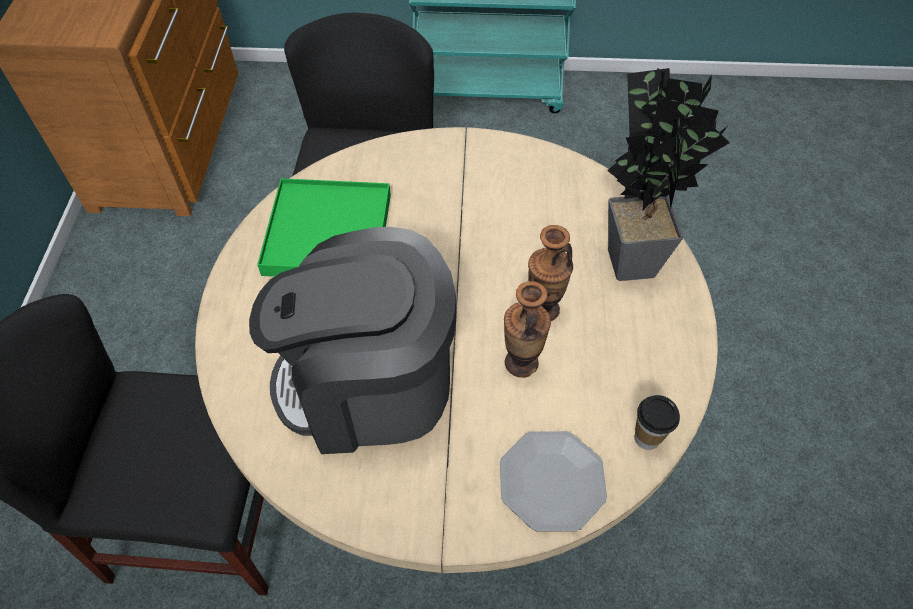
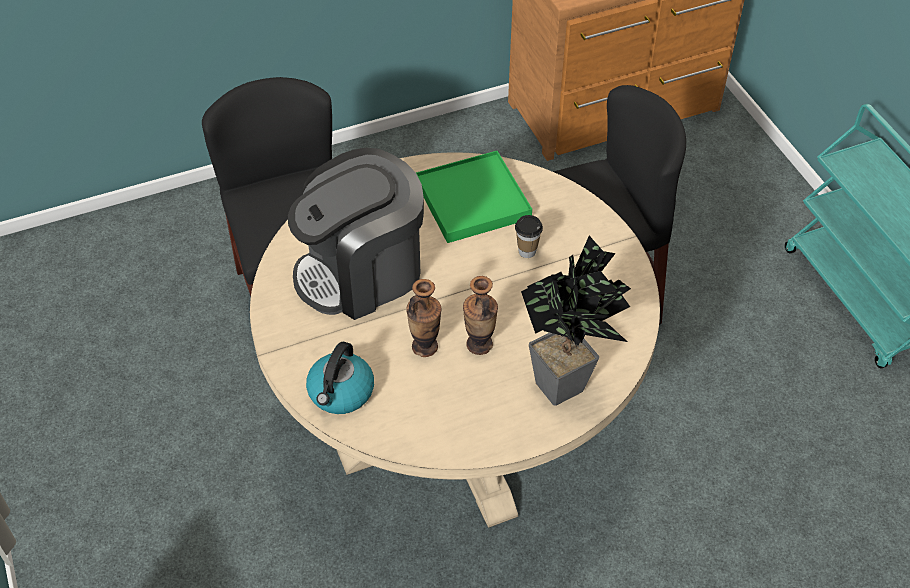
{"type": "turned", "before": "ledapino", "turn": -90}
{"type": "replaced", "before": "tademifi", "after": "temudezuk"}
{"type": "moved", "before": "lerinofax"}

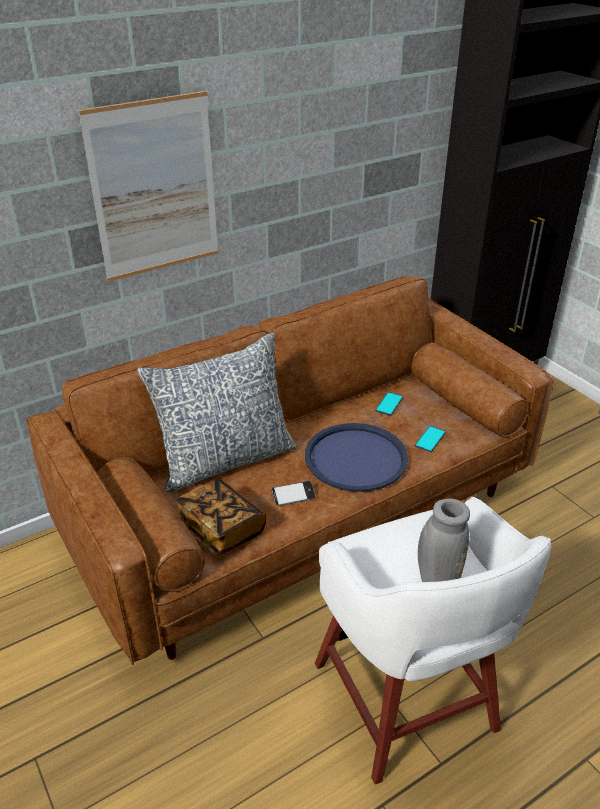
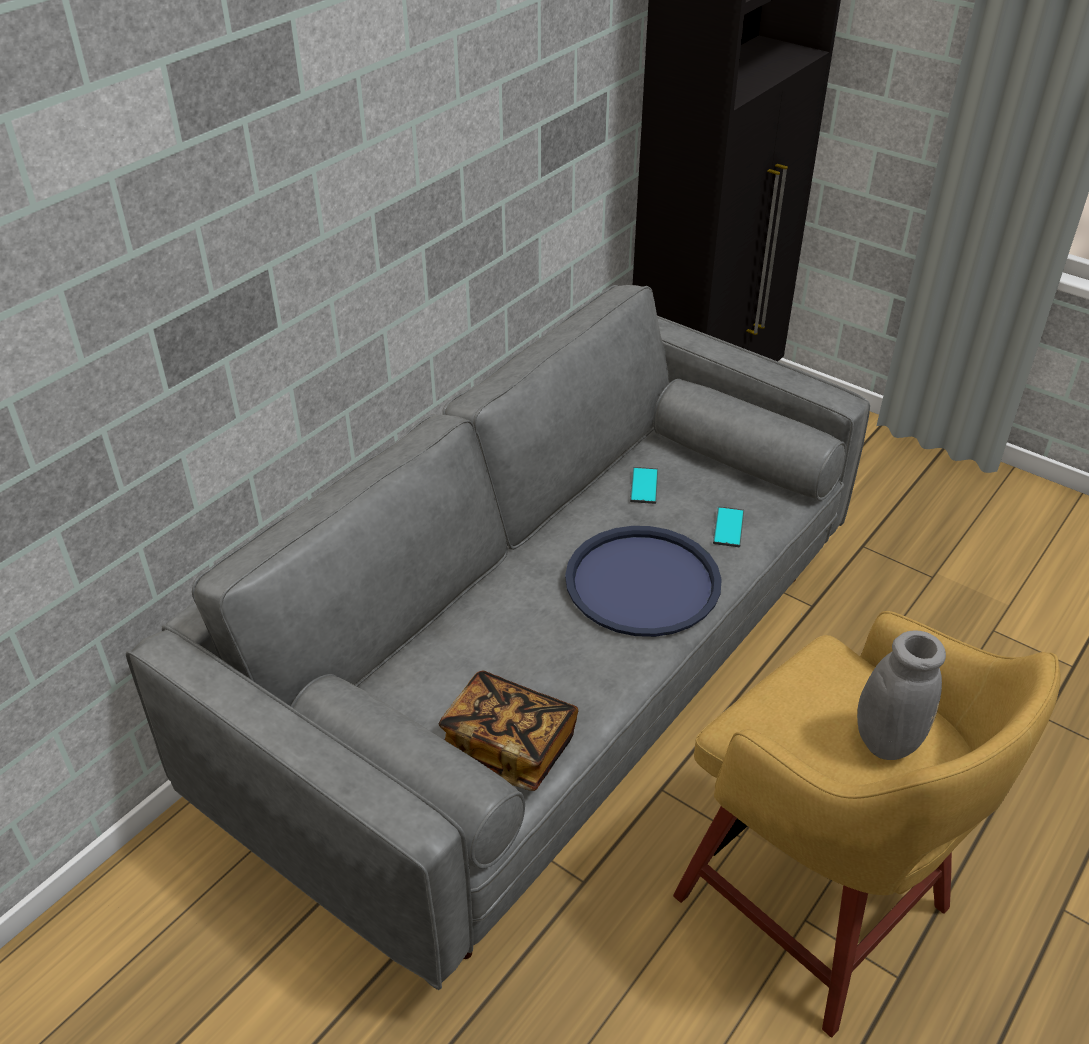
{"type": "recoloured", "before": "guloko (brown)", "after": "guloko (grey)"}
{"type": "recoloured", "before": "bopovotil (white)", "after": "bopovotil (yellow)"}
{"type": "removed", "before": "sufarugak"}
{"type": "removed", "before": "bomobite"}
{"type": "removed", "before": "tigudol (1st from left)"}

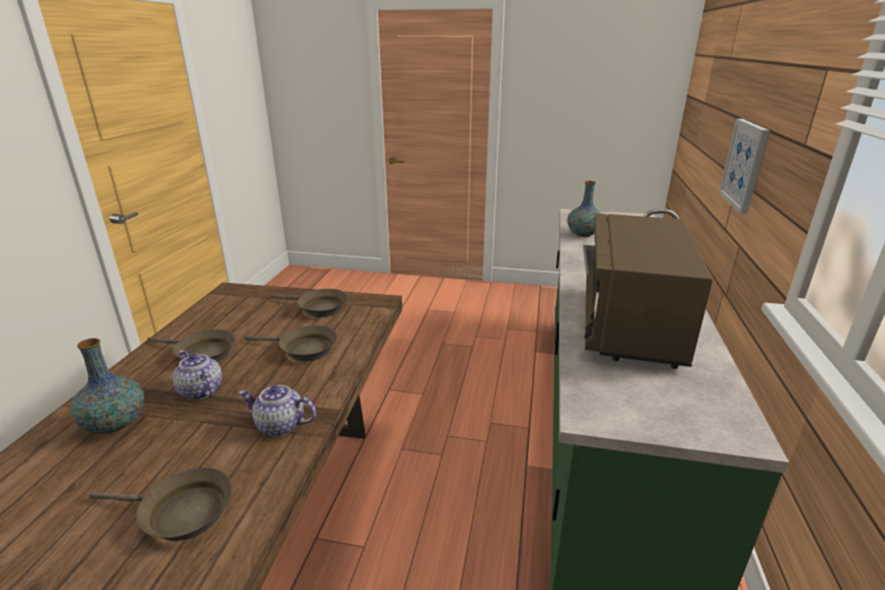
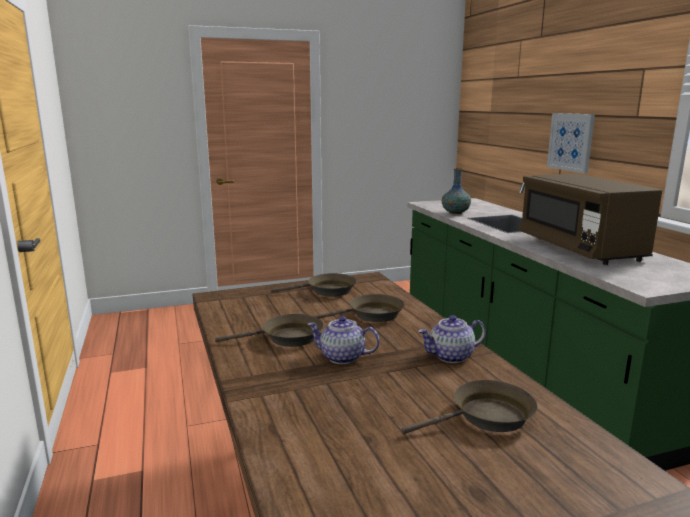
{"type": "removed", "before": "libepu (1st from left)"}

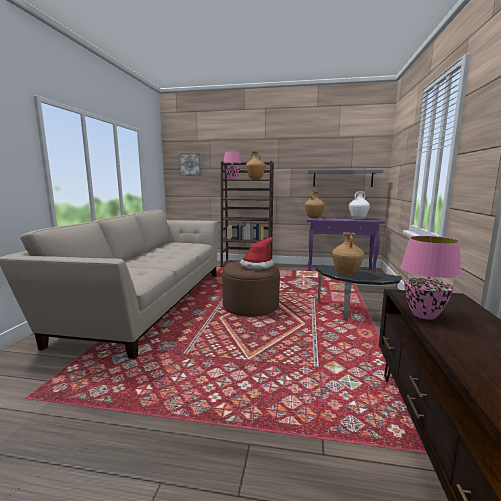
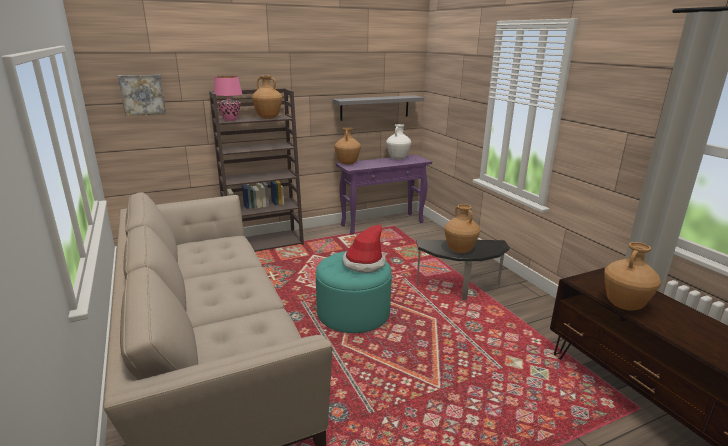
{"type": "recoloured", "before": "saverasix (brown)", "after": "saverasix (turquoise)"}
{"type": "replaced", "before": "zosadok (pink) (2nd from left)", "after": "libepu (brown) (4th from left)"}

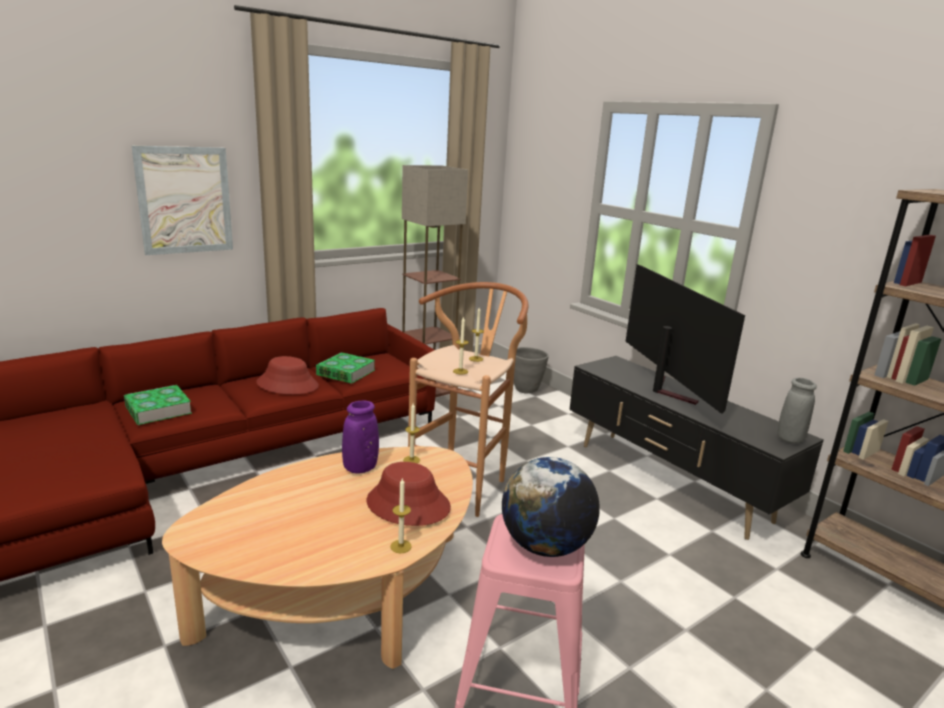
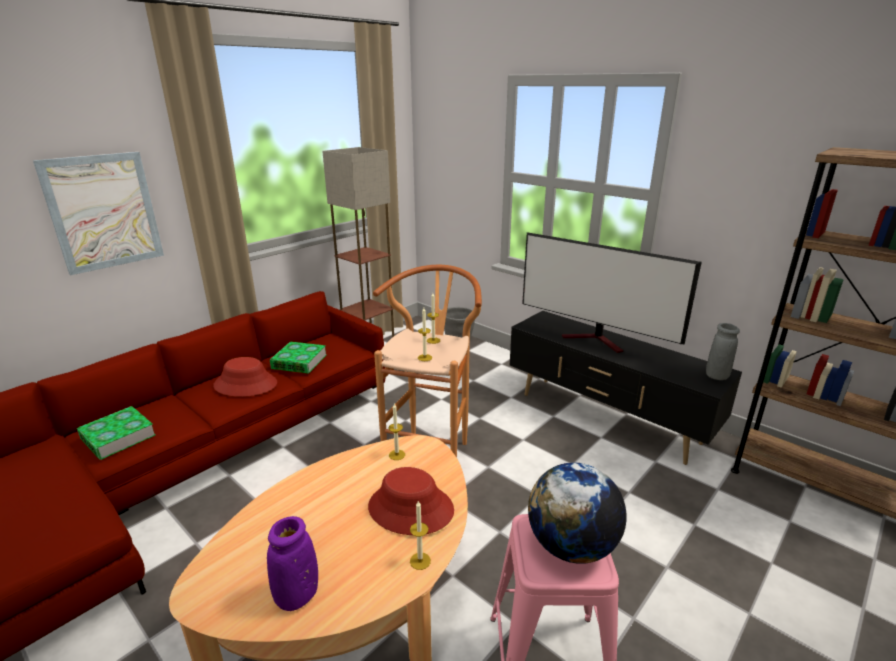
{"type": "moved", "before": "libepu (purple)"}
{"type": "turned", "before": "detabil", "turn": 150}

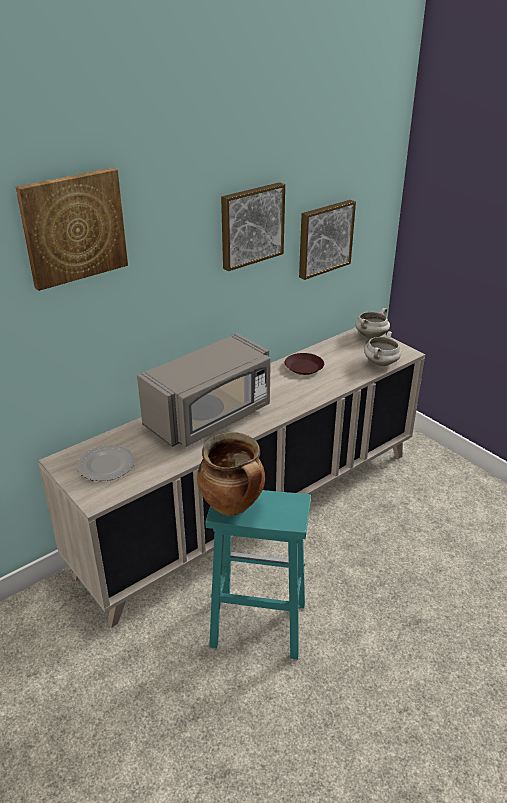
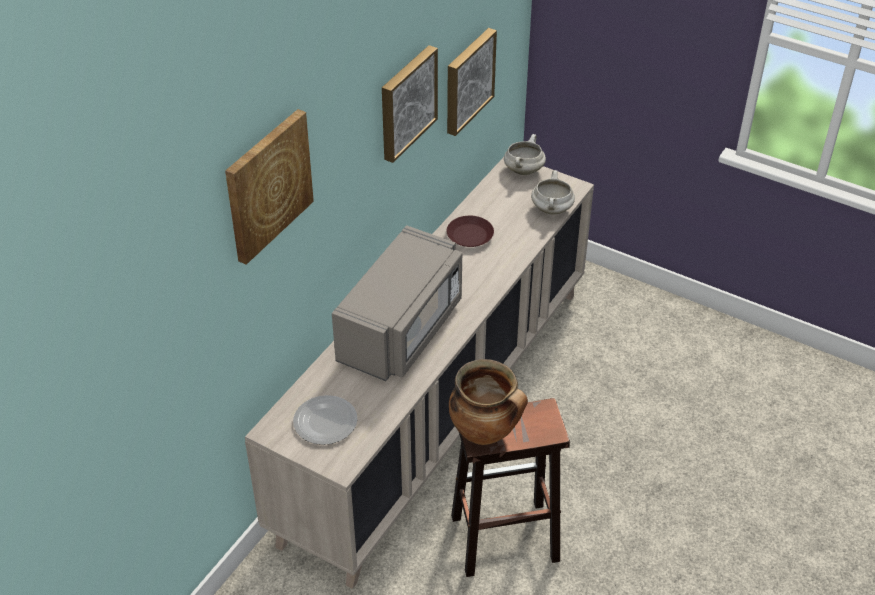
{"type": "recoloured", "before": "bopovotil (turquoise)", "after": "bopovotil (brown)"}

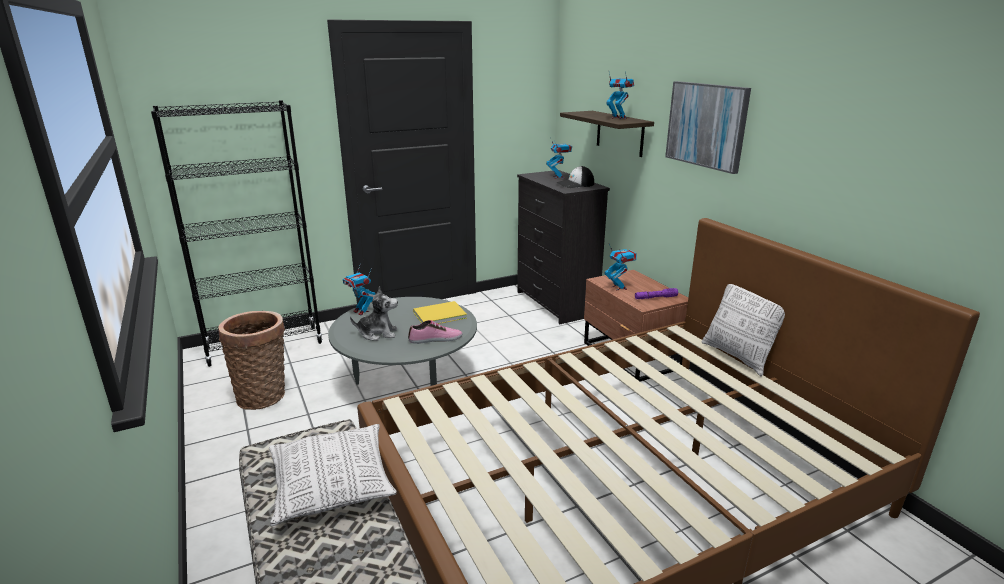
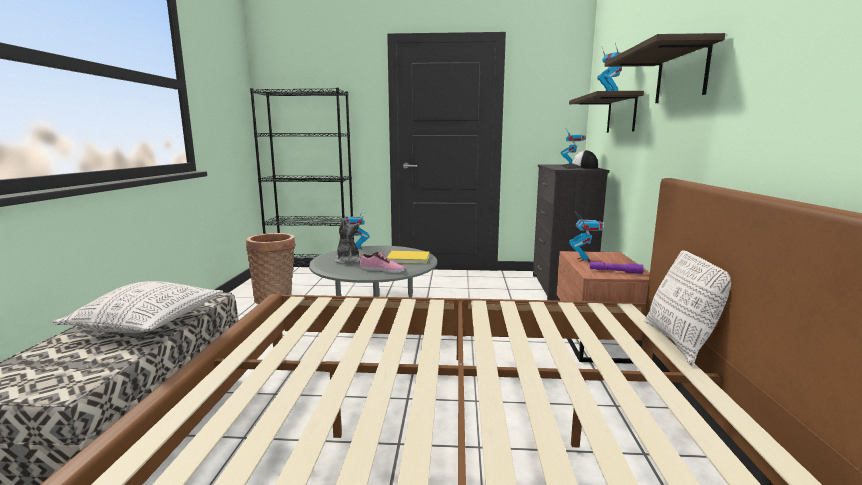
{"type": "turned", "before": "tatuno", "turn": -135}
{"type": "replaced", "before": "sufarugak", "after": "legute (2nd from left)"}

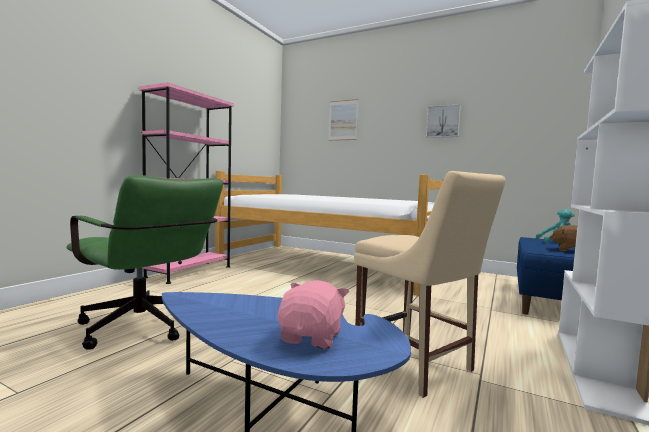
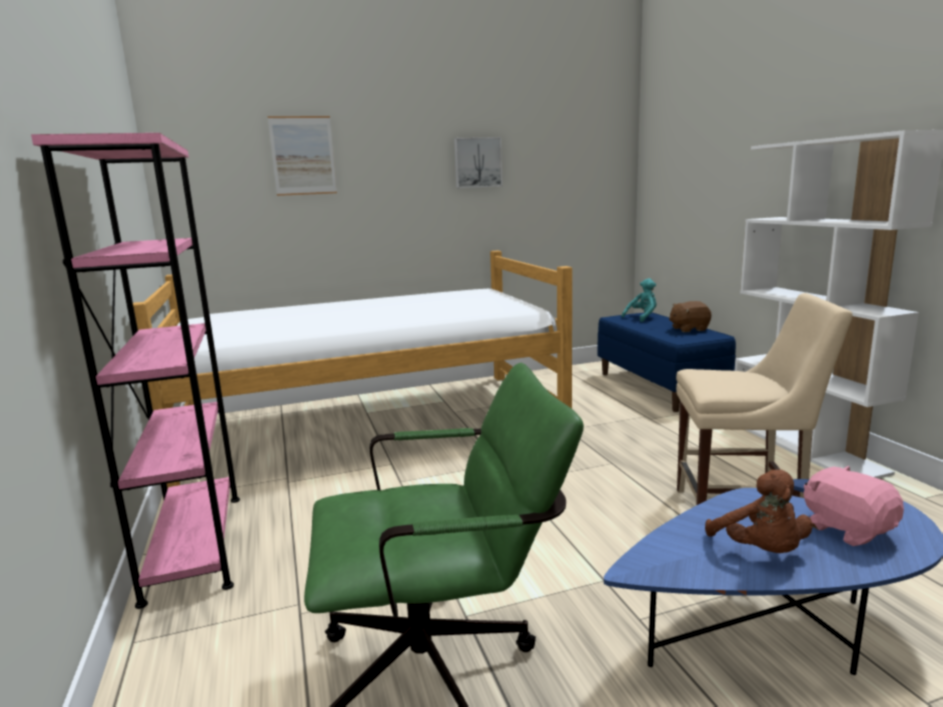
{"type": "added", "after": "tatuno (brown) (2nd from left)"}

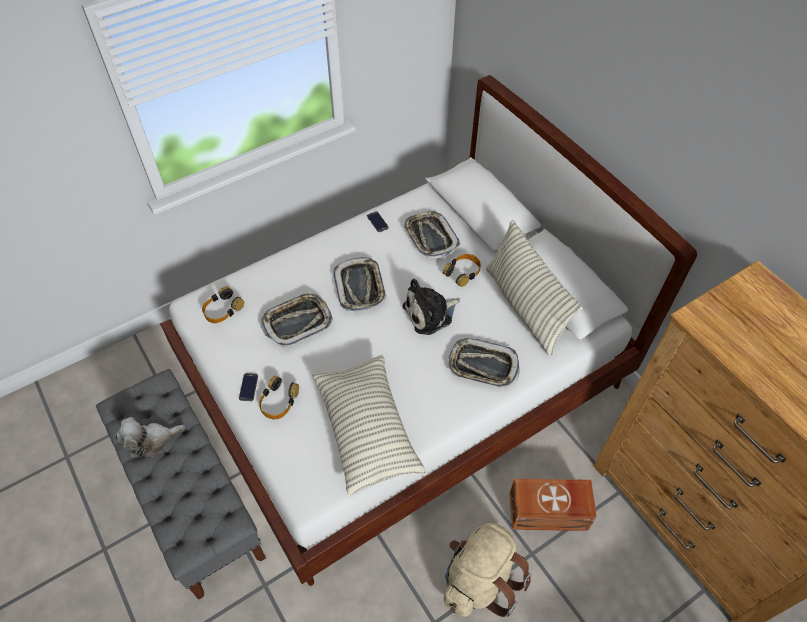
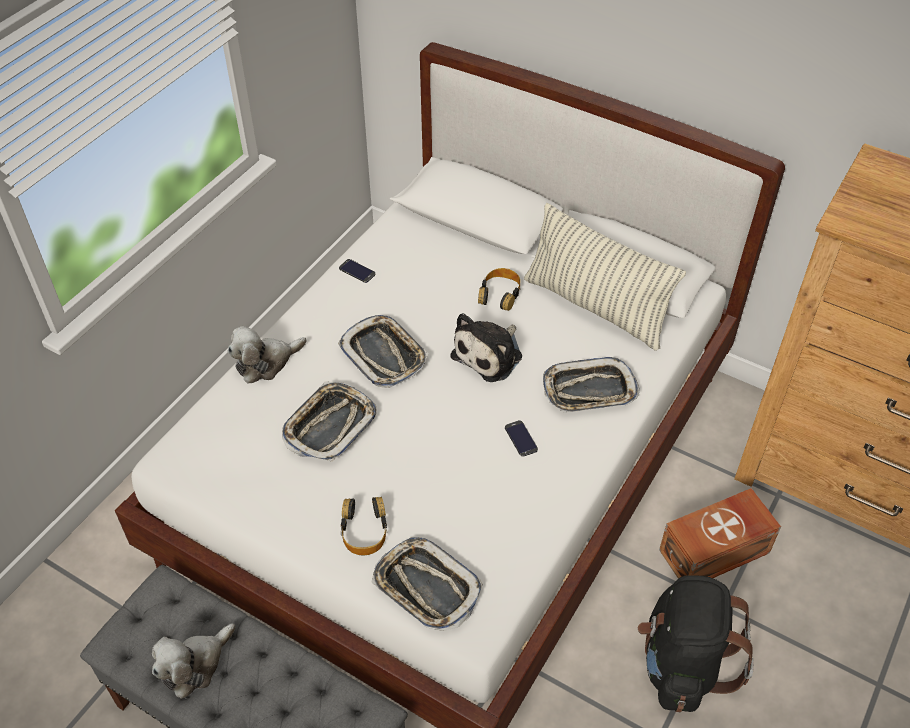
{"type": "added", "after": "tatuno (2nd from left)"}
{"type": "moved", "before": "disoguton (3rd from left)"}
{"type": "moved", "before": "tigudol (1st from left in the first image)", "after": "tigudol (2nd from left)"}
{"type": "recoloured", "before": "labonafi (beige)", "after": "labonafi (black)"}
{"type": "removed", "before": "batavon (1st from left)"}
{"type": "removed", "before": "bomobite (1st from left)"}

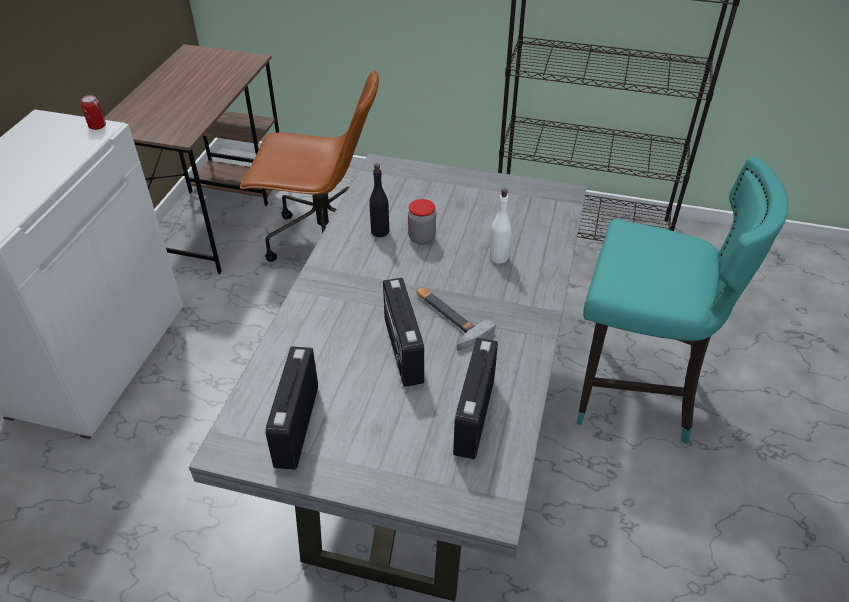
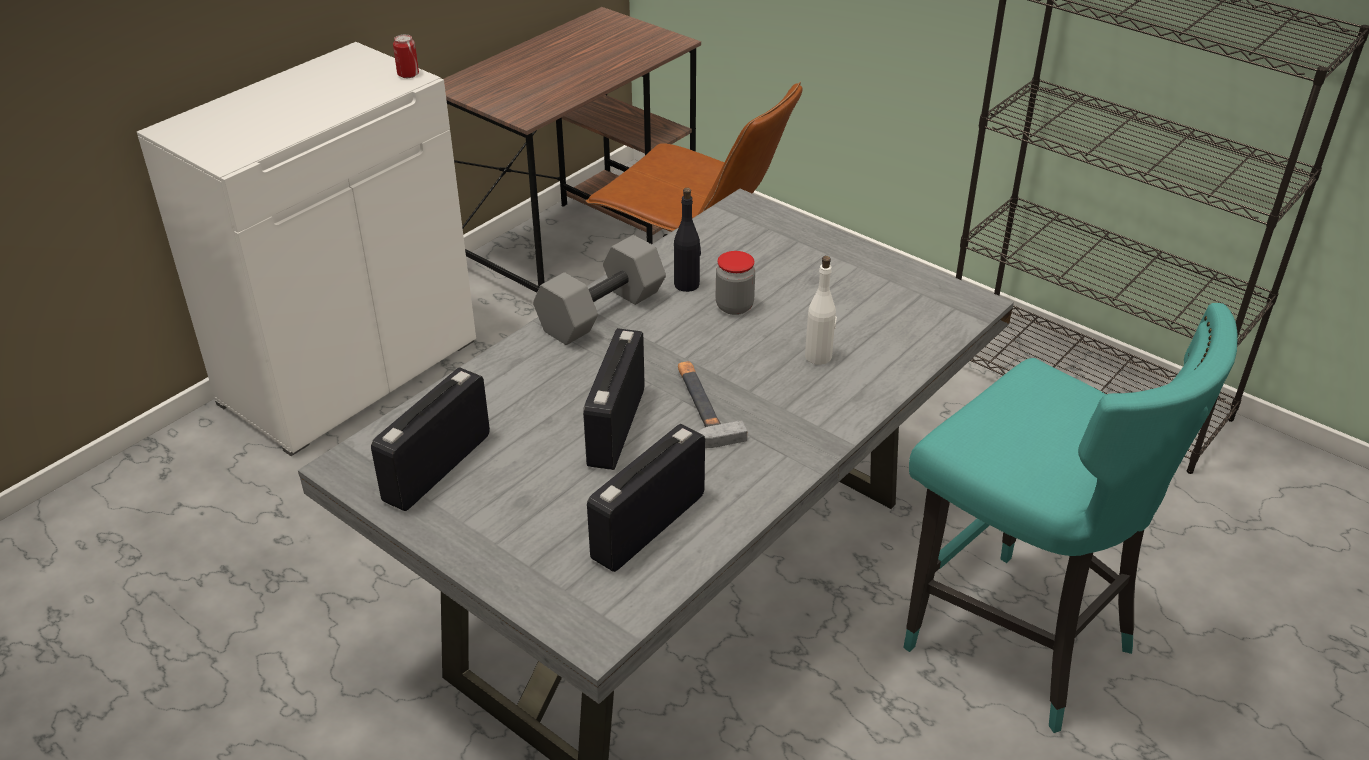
{"type": "added", "after": "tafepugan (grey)"}

